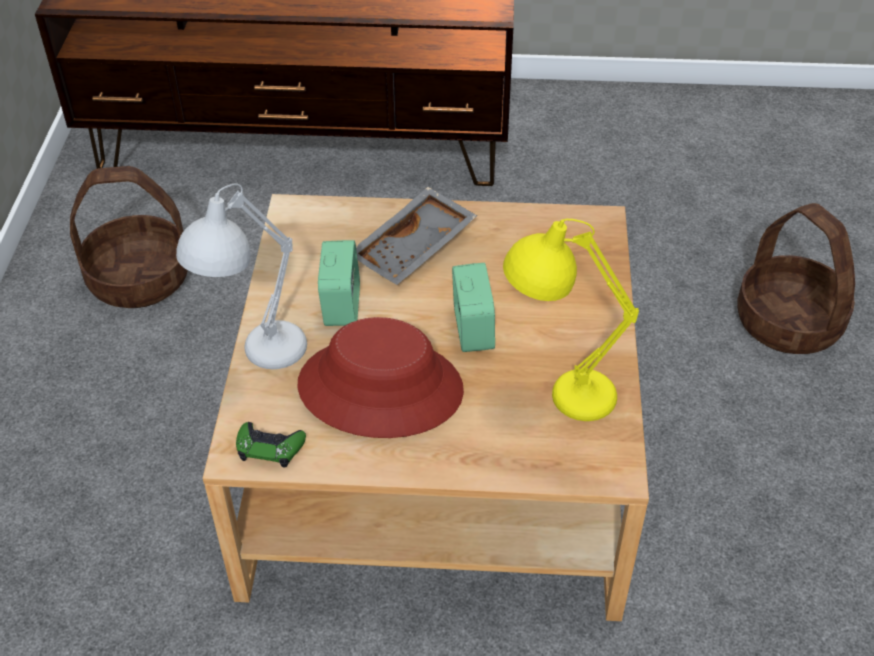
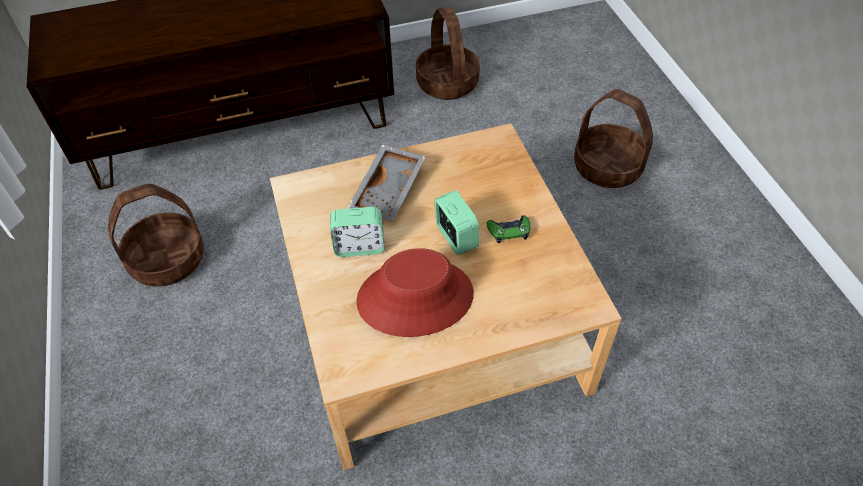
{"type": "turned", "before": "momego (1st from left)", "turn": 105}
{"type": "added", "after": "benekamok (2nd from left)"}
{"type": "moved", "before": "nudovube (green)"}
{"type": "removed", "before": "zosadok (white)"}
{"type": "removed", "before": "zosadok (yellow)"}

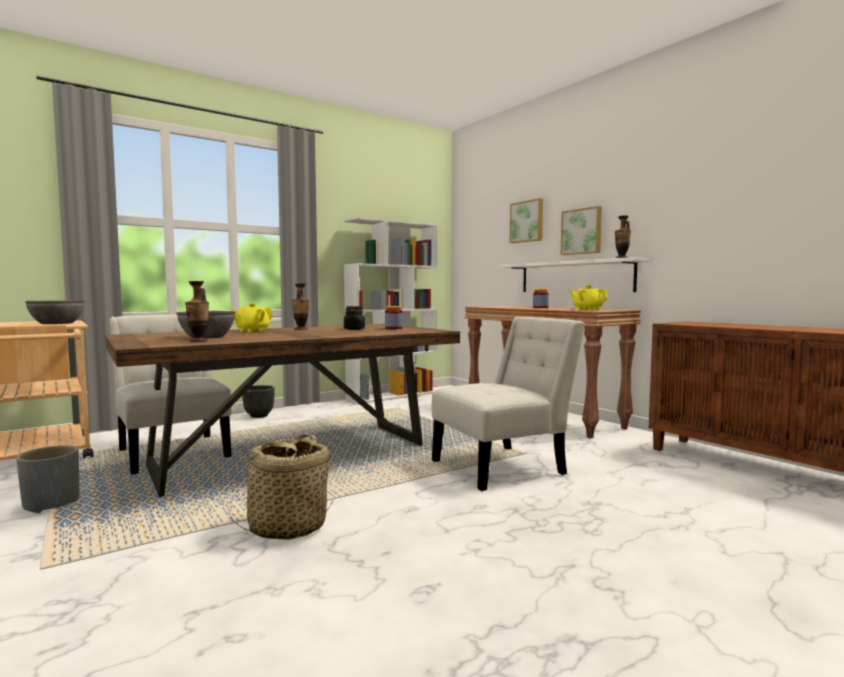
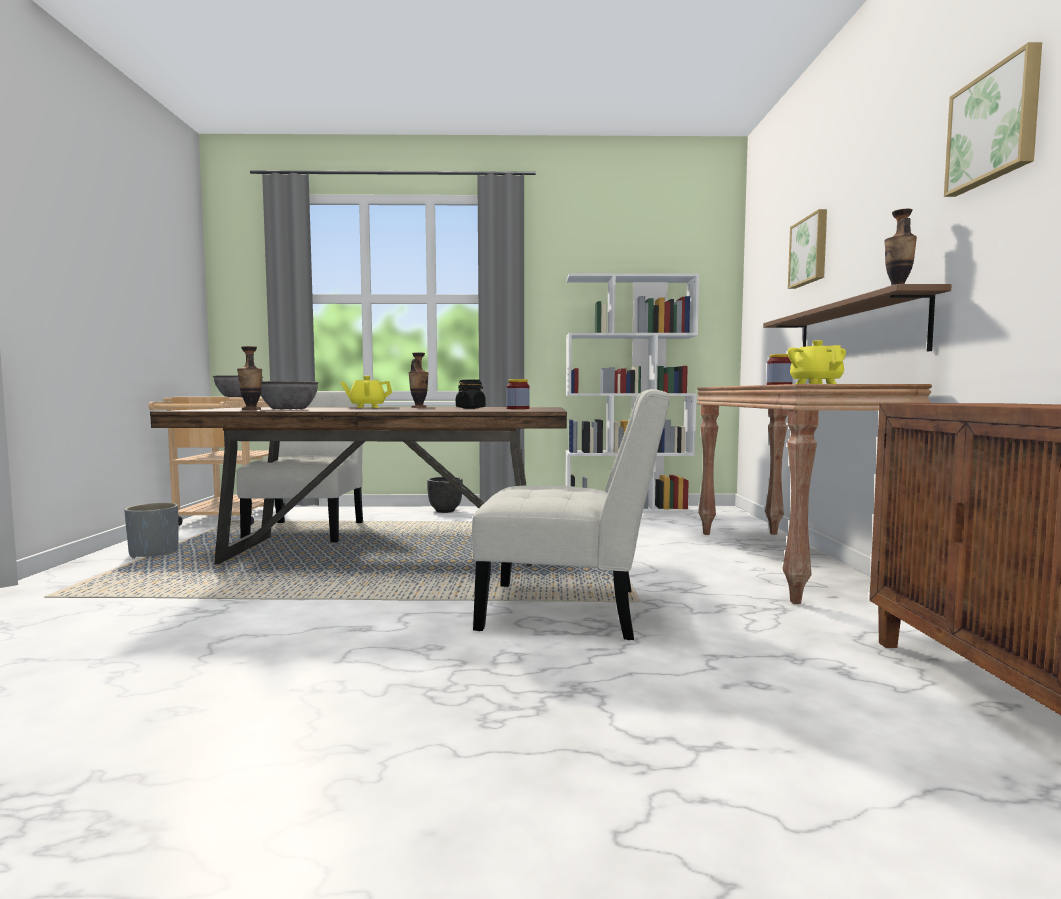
{"type": "recoloured", "before": "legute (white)", "after": "legute (brown)"}
{"type": "moved", "before": "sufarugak (2nd from left)"}
{"type": "removed", "before": "benekamok"}

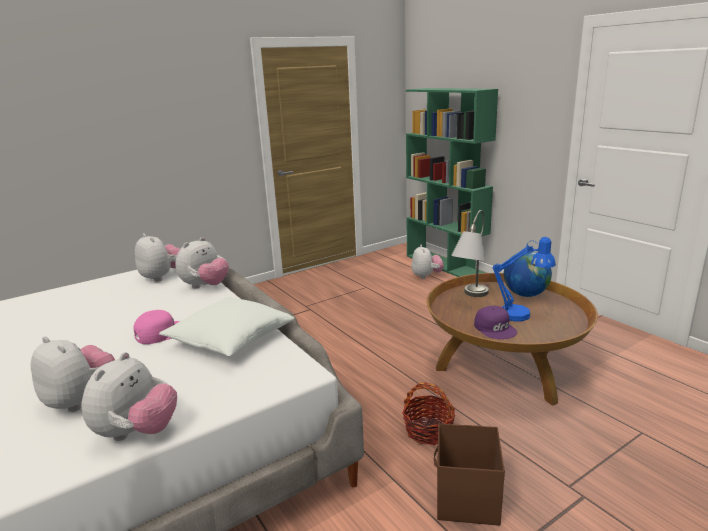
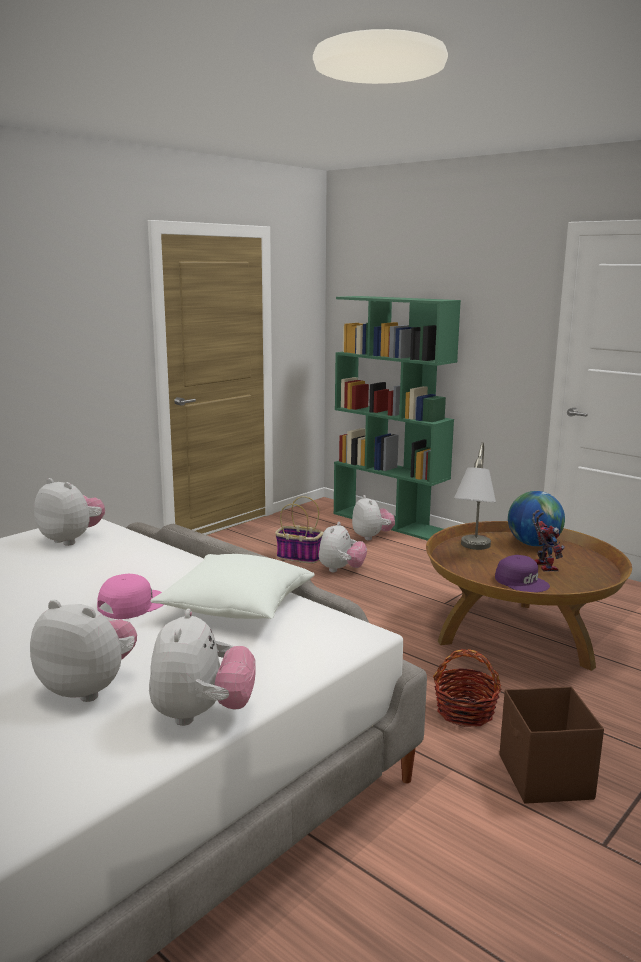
{"type": "added", "after": "benekamok (1st from left)"}
{"type": "moved", "before": "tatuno (4th from left)"}
{"type": "replaced", "before": "zosadok (blue)", "after": "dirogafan"}

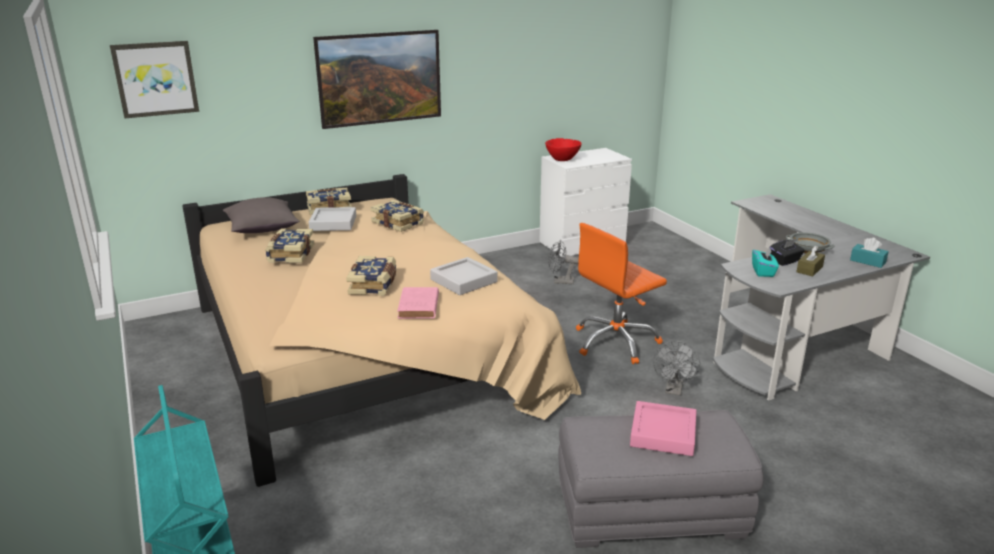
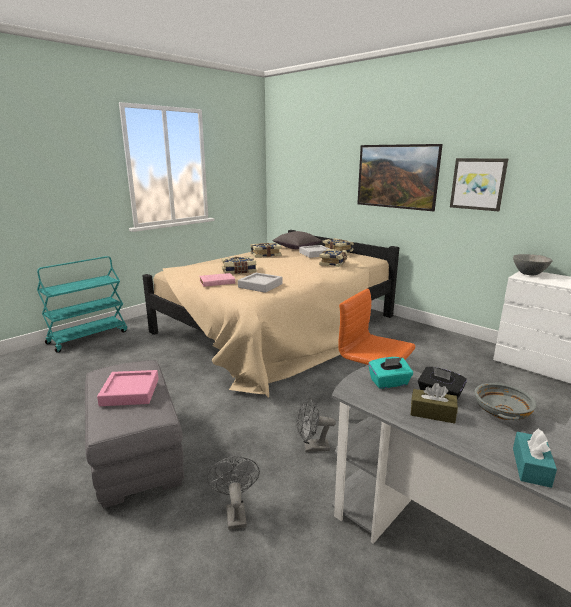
{"type": "moved", "before": "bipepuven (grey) (1st from left)"}
{"type": "moved", "before": "sufarugak (1st from left in the first image)", "after": "sufarugak (2nd from left)"}
{"type": "recoloured", "before": "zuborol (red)", "after": "zuborol (grey) (2nd from left)"}

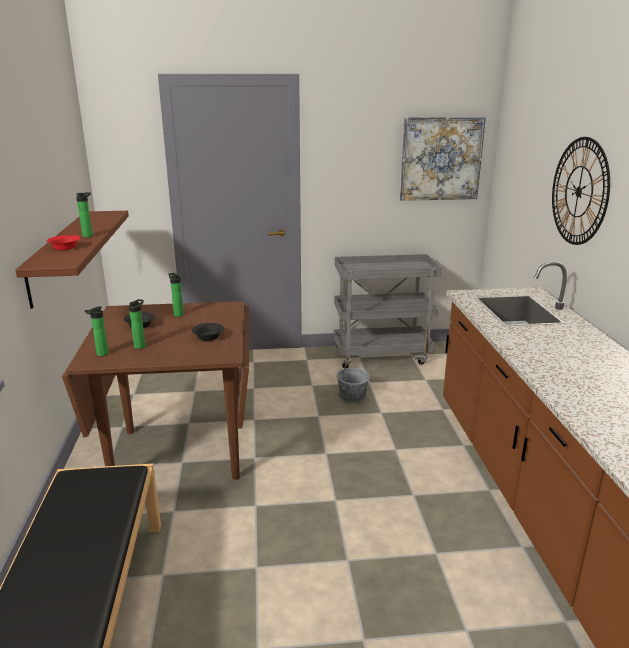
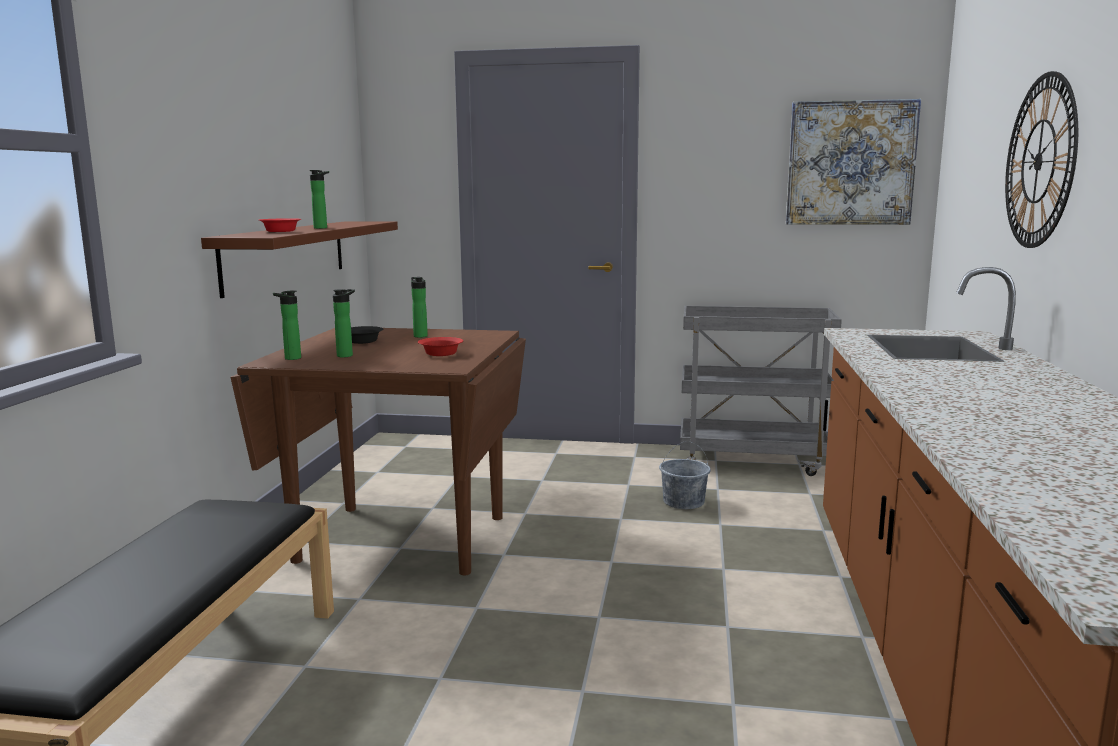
{"type": "recoloured", "before": "zuborol (black) (2nd from left)", "after": "zuborol (red) (2nd from left)"}

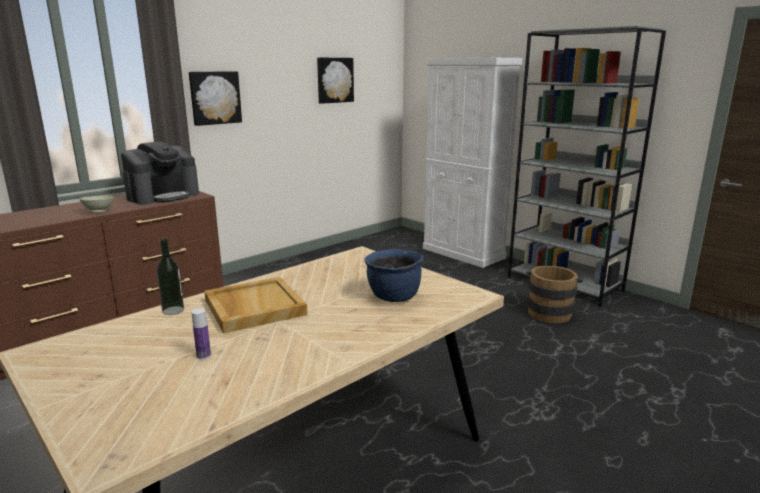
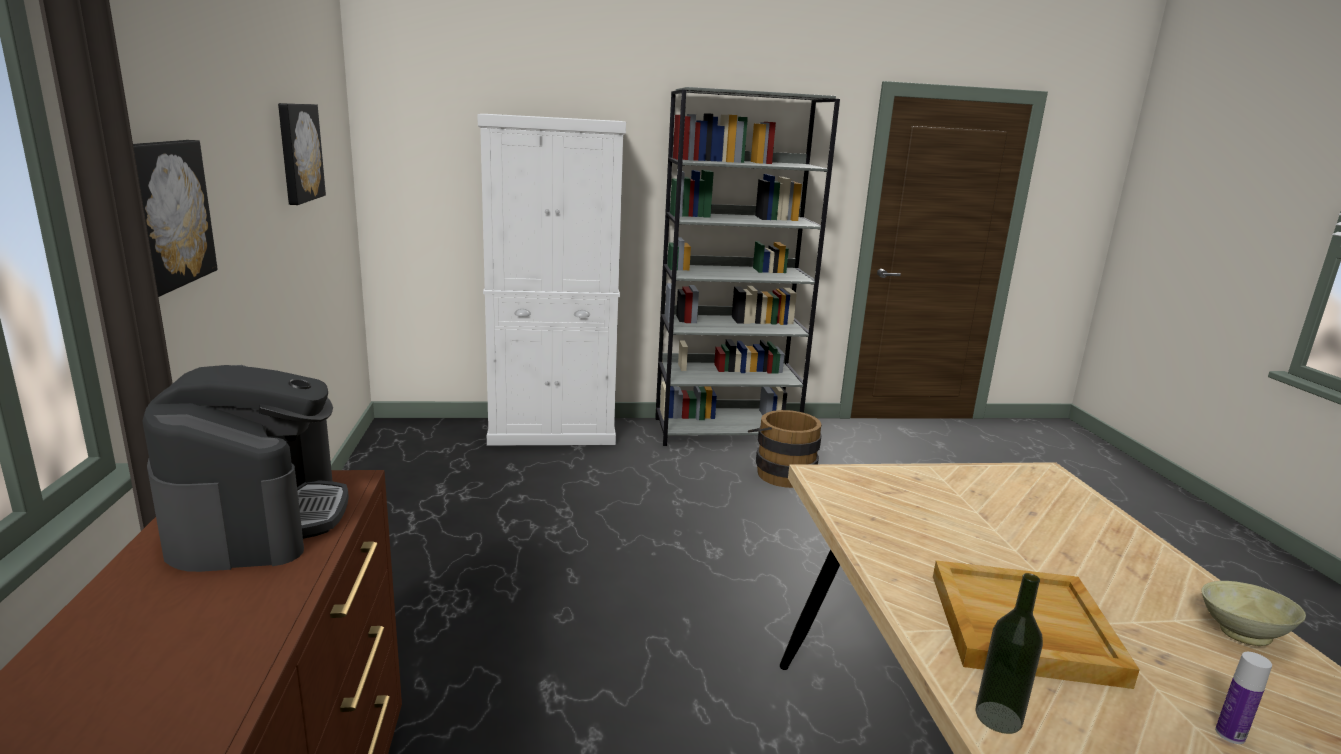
{"type": "moved", "before": "zuborol (beige)"}
{"type": "removed", "before": "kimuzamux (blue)"}

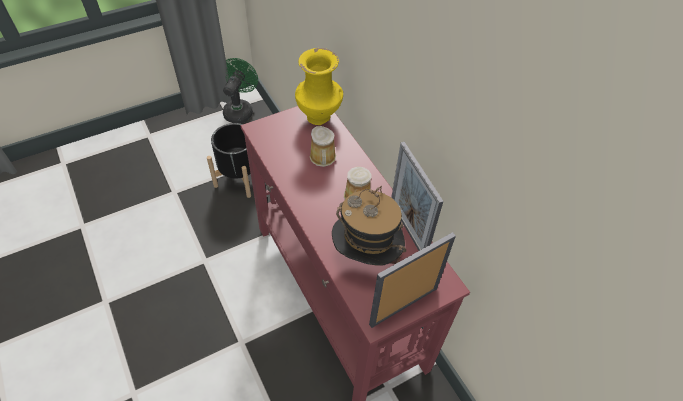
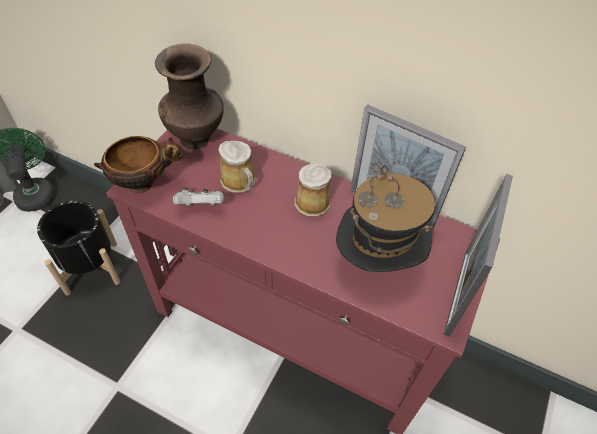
{"type": "added", "after": "zuborol"}
{"type": "recoloured", "before": "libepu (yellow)", "after": "libepu (brown)"}
{"type": "added", "after": "nudovube (white)"}

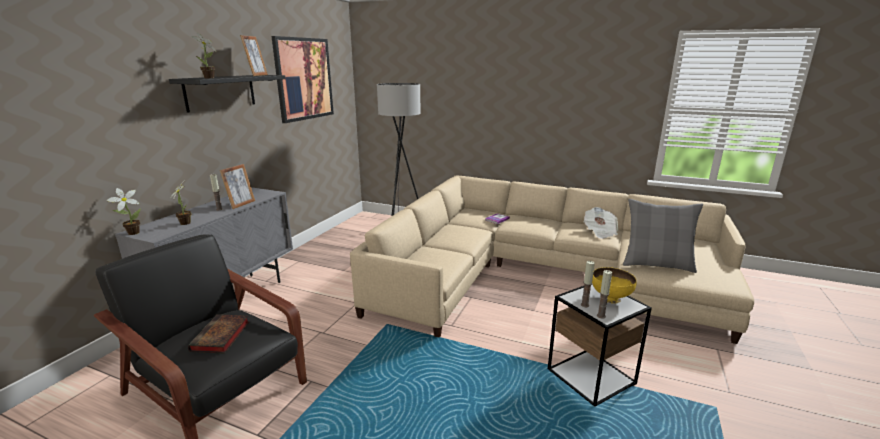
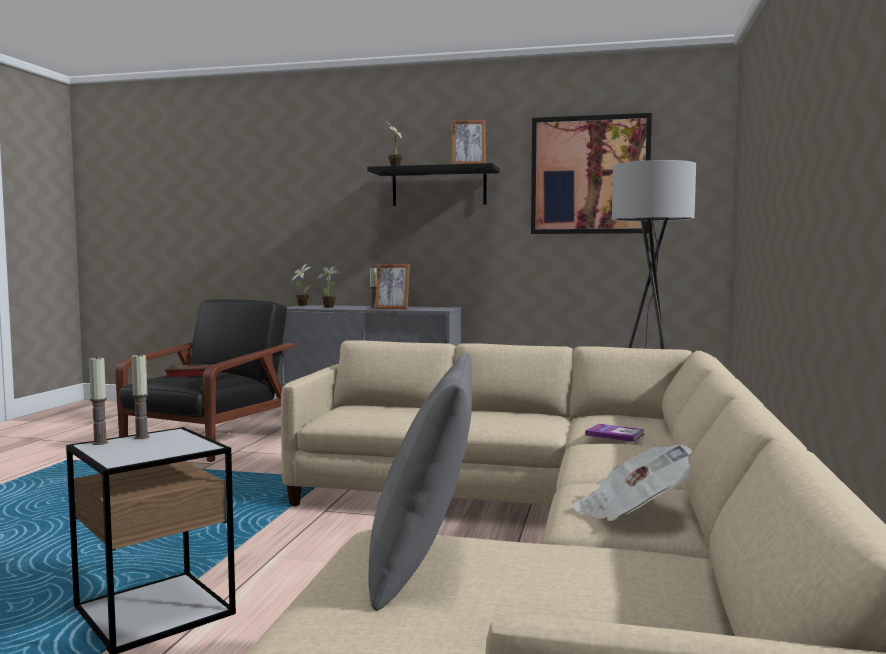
{"type": "removed", "before": "zuborol (yellow)"}

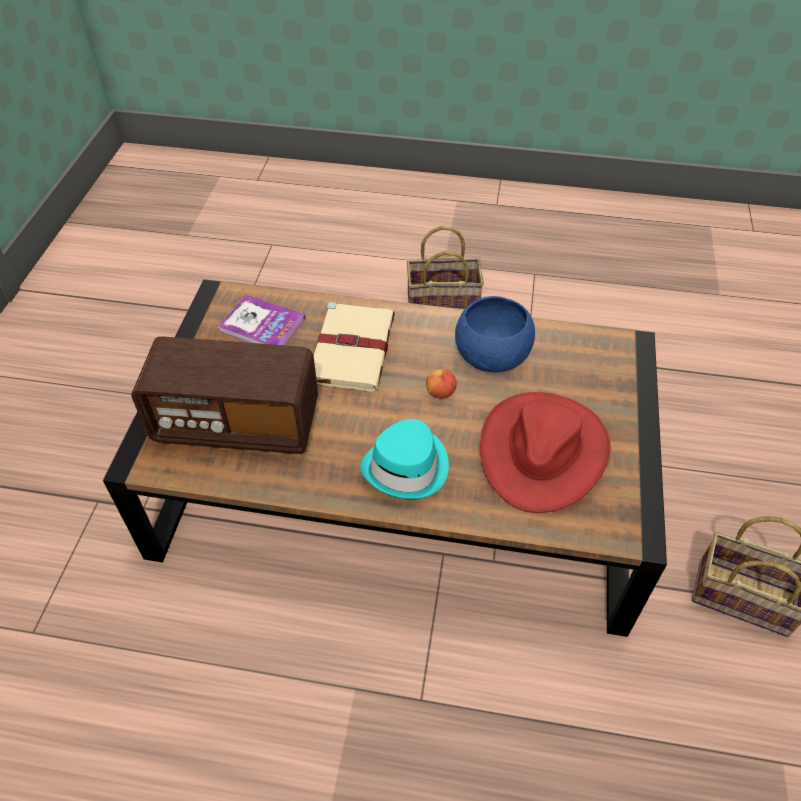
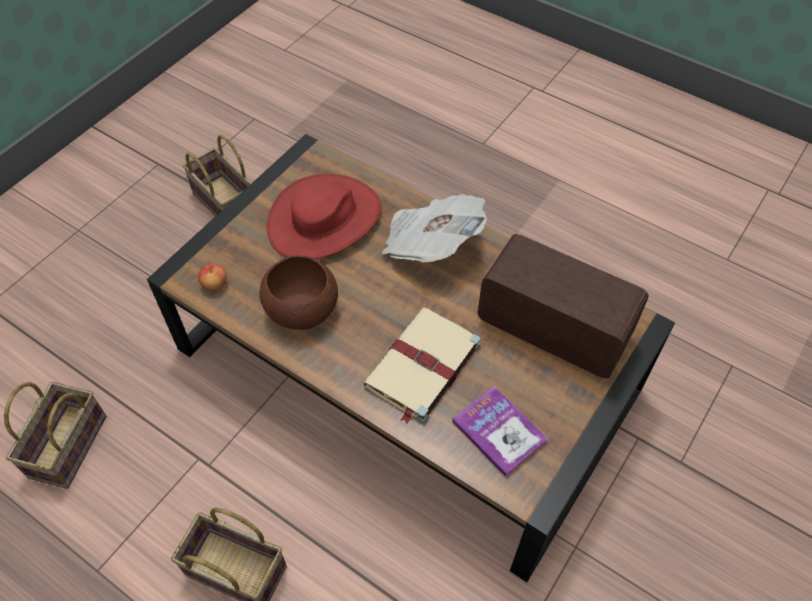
{"type": "added", "after": "benekamok (1st from left)"}
{"type": "moved", "before": "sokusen"}
{"type": "recoloured", "before": "zuborol (blue)", "after": "zuborol (brown)"}
{"type": "replaced", "before": "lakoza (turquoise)", "after": "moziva"}

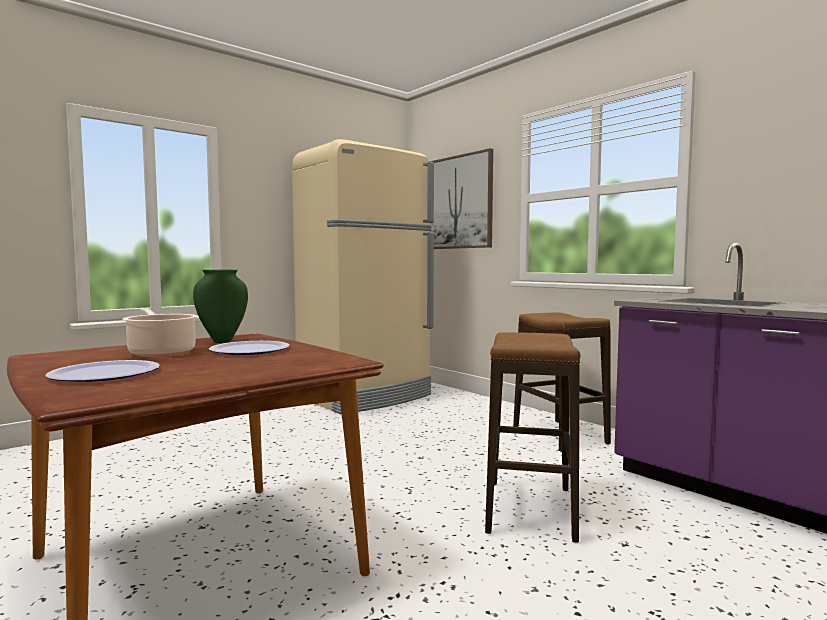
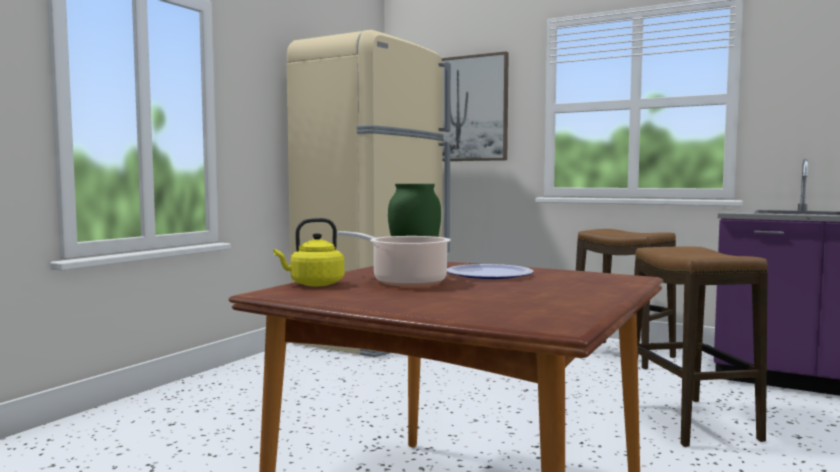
{"type": "added", "after": "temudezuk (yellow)"}
{"type": "removed", "before": "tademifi (1st from left)"}

